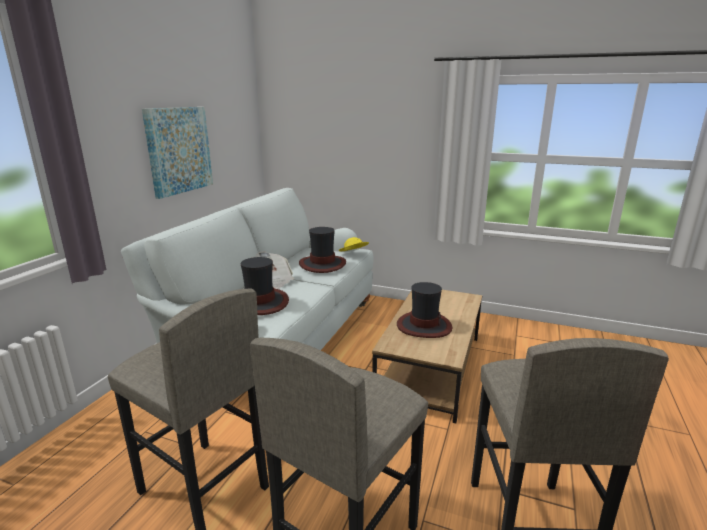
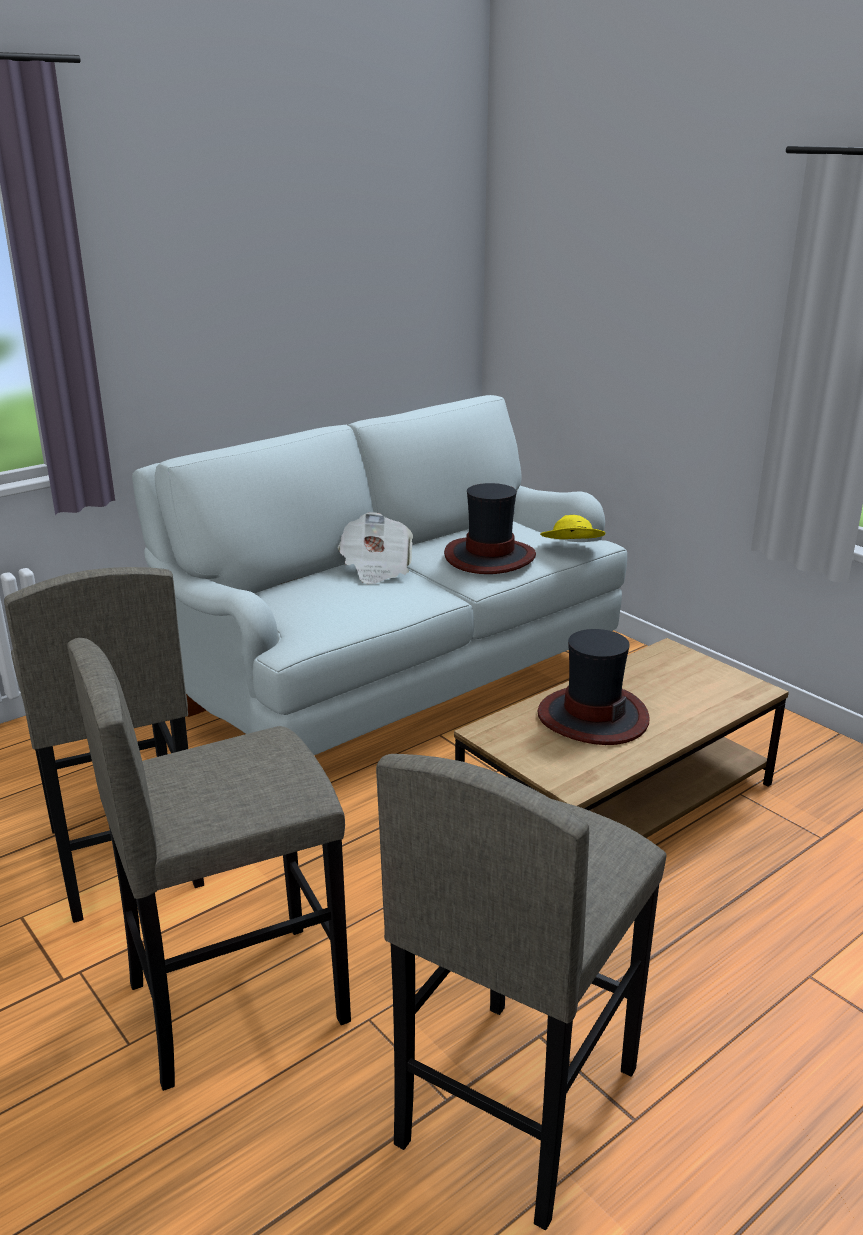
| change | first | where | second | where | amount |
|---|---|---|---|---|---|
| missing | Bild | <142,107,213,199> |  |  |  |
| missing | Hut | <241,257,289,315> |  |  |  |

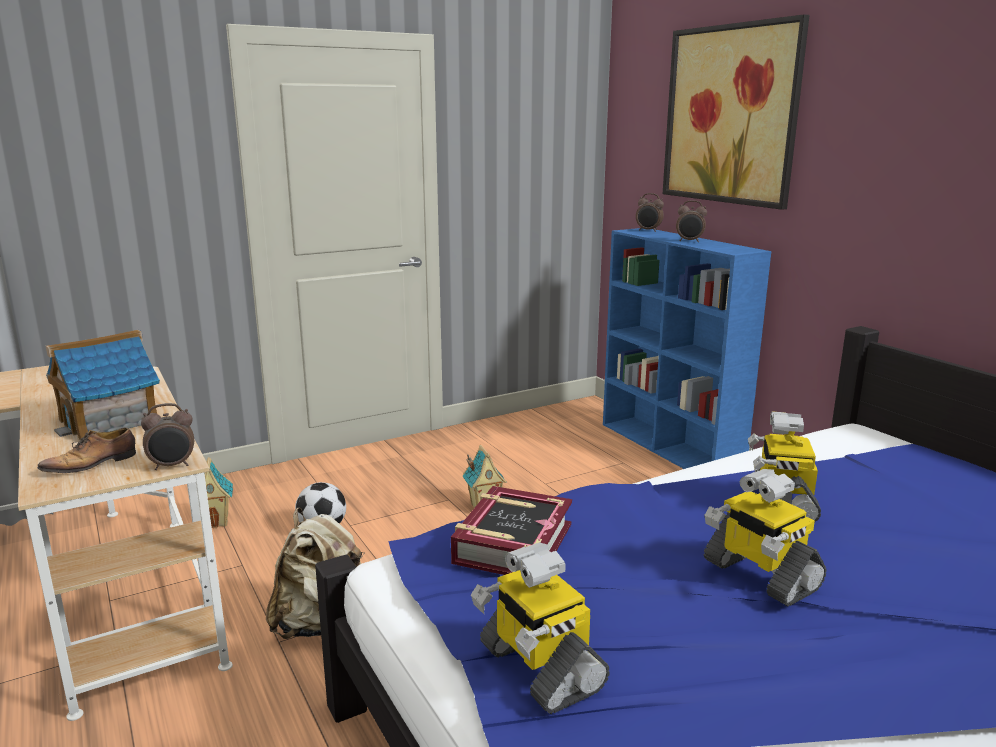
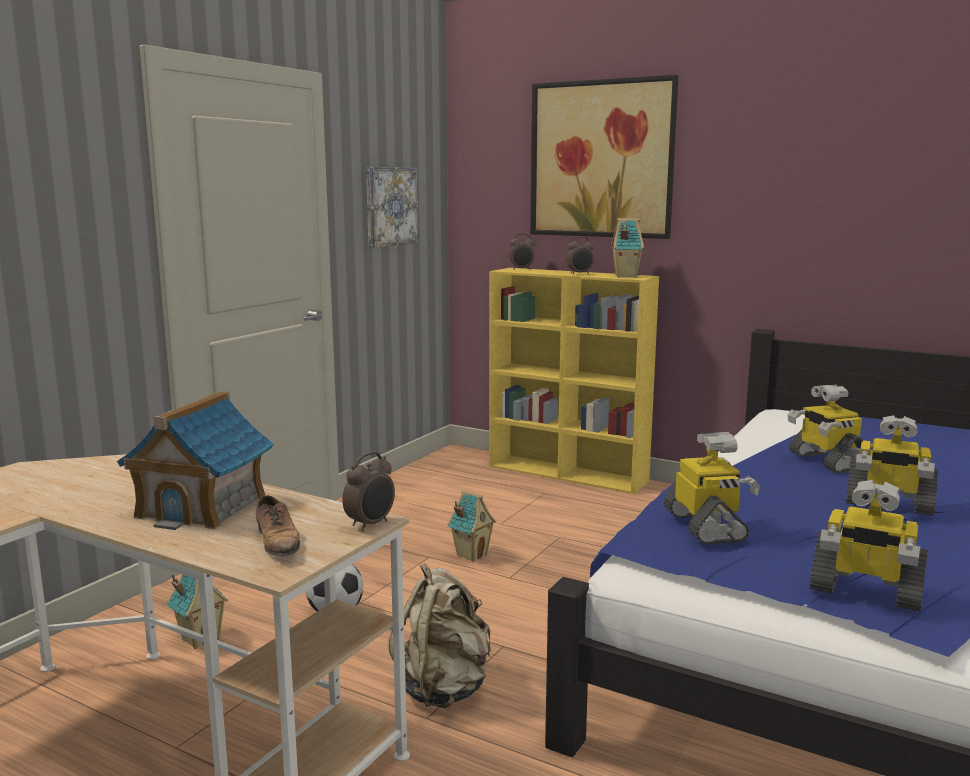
| change | first | where | second | where | amount |
|---|---|---|---|---|---|
| spun | Schuh | <37,428,136,473> |  | <256,495,300,556> | 45 degrees counterclockwise |
| appeared |  |  | Bild | <366,167,419,247> |  |
| colour | Bücherregal (blau) | <603,228,771,469> | Bücherregal (gelb) | <489,268,659,494> |  |
| appeared |  |  | Spielzeughaus | <611,218,644,278> |  |
| exchanged | Buch | <451,486,572,575> | Spielzeugroboter | <664,432,760,544> |  |

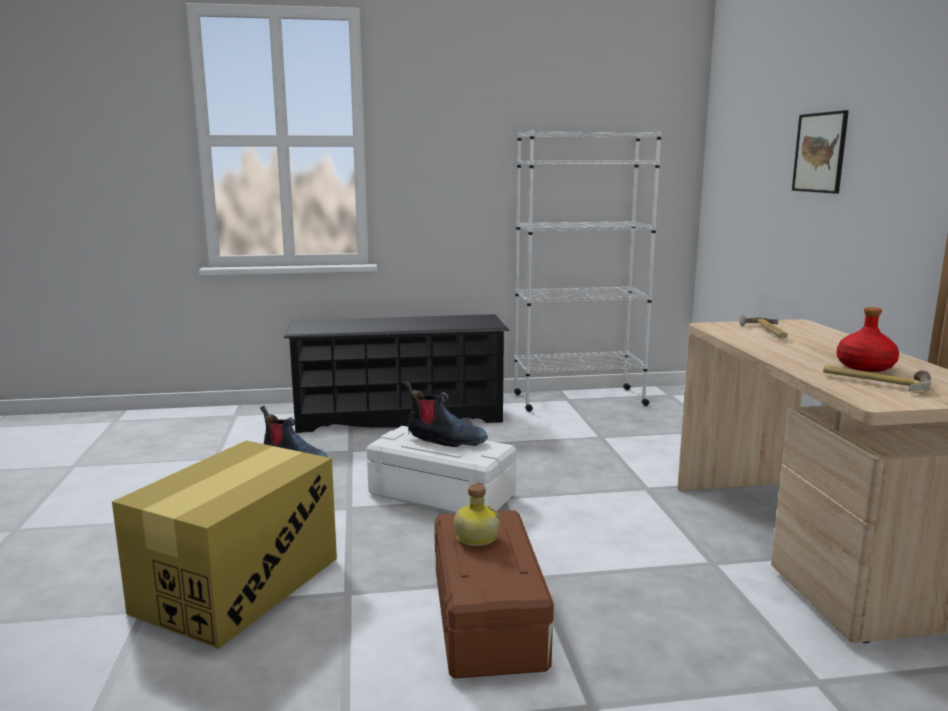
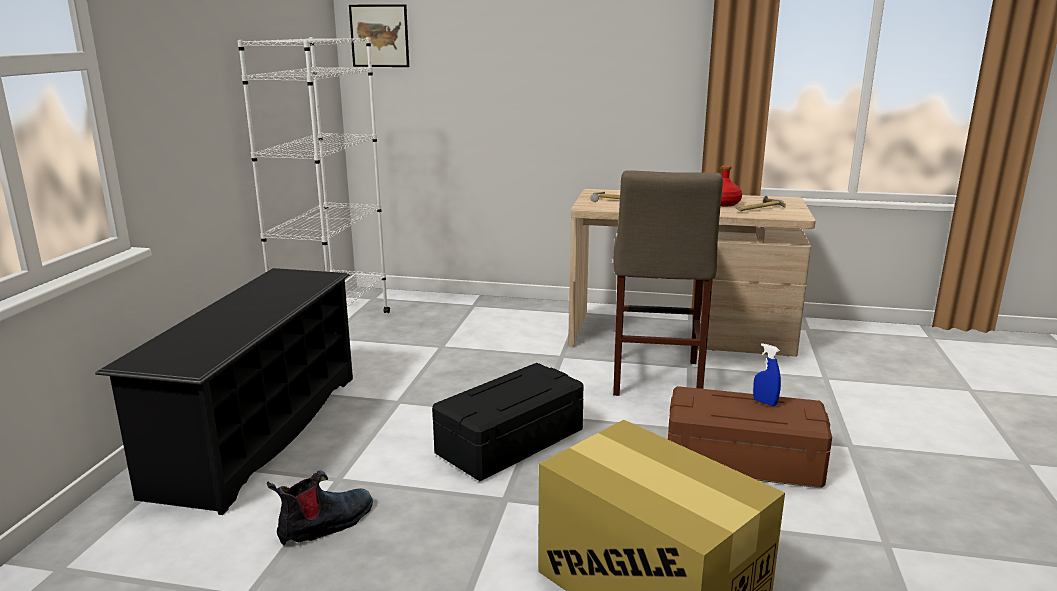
| change | first | where | second | where | amount |
|---|---|---|---|---|---|
| relocated | Bild | <792,110,849,194> |  | <349,4,409,67> |  |
| colour | Aufbewahrungsbox (weiß) | <367,426,516,513> | Aufbewahrungsbox (schwarz) | <432,363,584,481> |  |
| appeared |  |  | Hocker (beige) | <613,170,723,396> |  |
| appeared |  |  | Sprühflasche (blau) | <753,343,781,406> |  |
| missing | Stiefel | <404,381,488,447> |  |  |  |
| missing | Flasche | <454,484,500,546> |  |  |  |

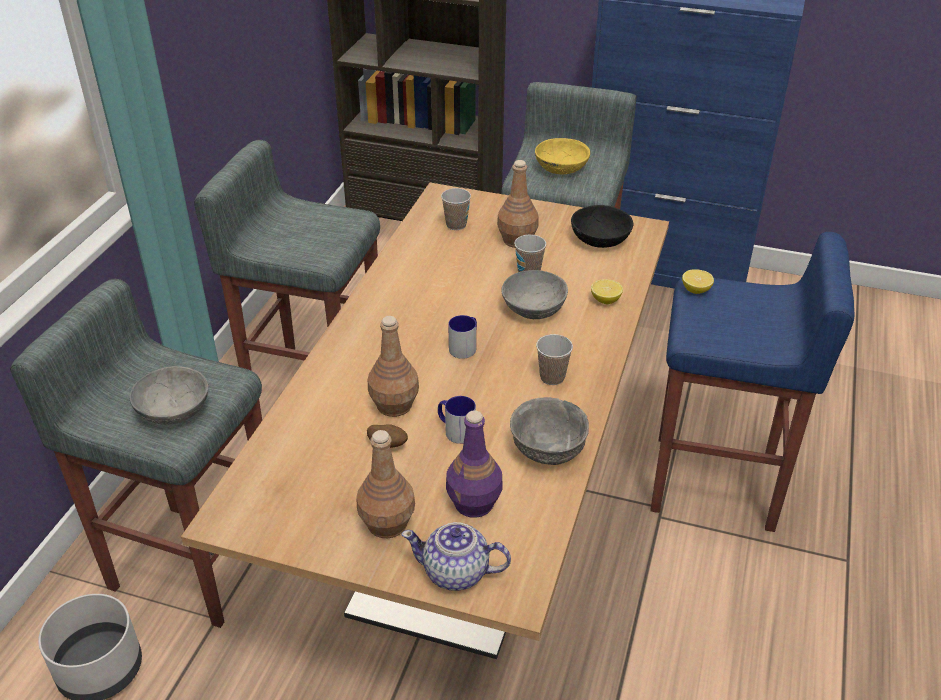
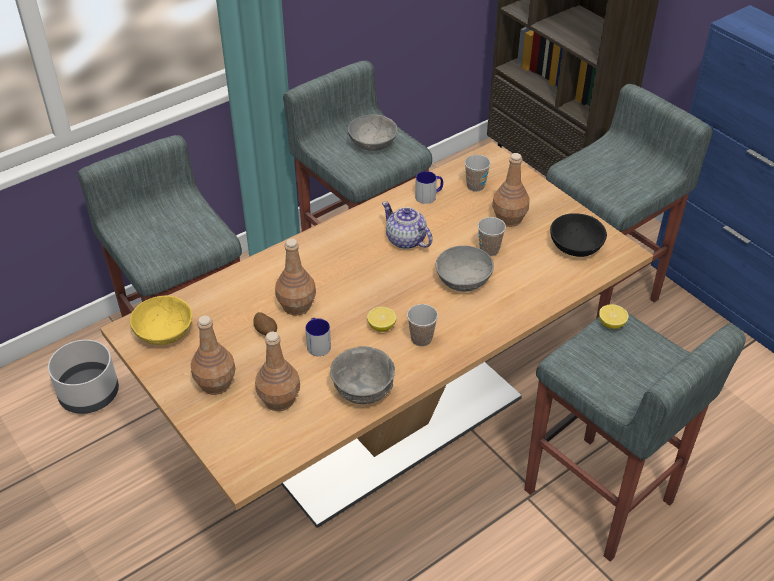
| change | first | where | second | where | amount |
|---|---|---|---|---|---|
| relocated | Schüssel (gelb) | <535,138,590,175> |  | <130,295,192,345> |  |
| colour | Flasche (lila) | <446,410,502,518> | Flasche (braun) | <255,332,300,411> |  |
| relocated | Schüssel (grau) | <129,366,208,425> |  | <348,115,398,151> |  |
| relocated | Zitrone | <591,279,623,304> |  | <367,307,397,332> |  |
| relocated | Teekanne | <401,522,511,591> |  | <382,201,432,249> |  |
| relocated | Henkelbecher | <448,315,477,359> |  | <415,171,443,204> |  |
| colour | Hocker (blau) | <650,232,854,532> | Hocker (grau) | <524,313,746,562> |  |

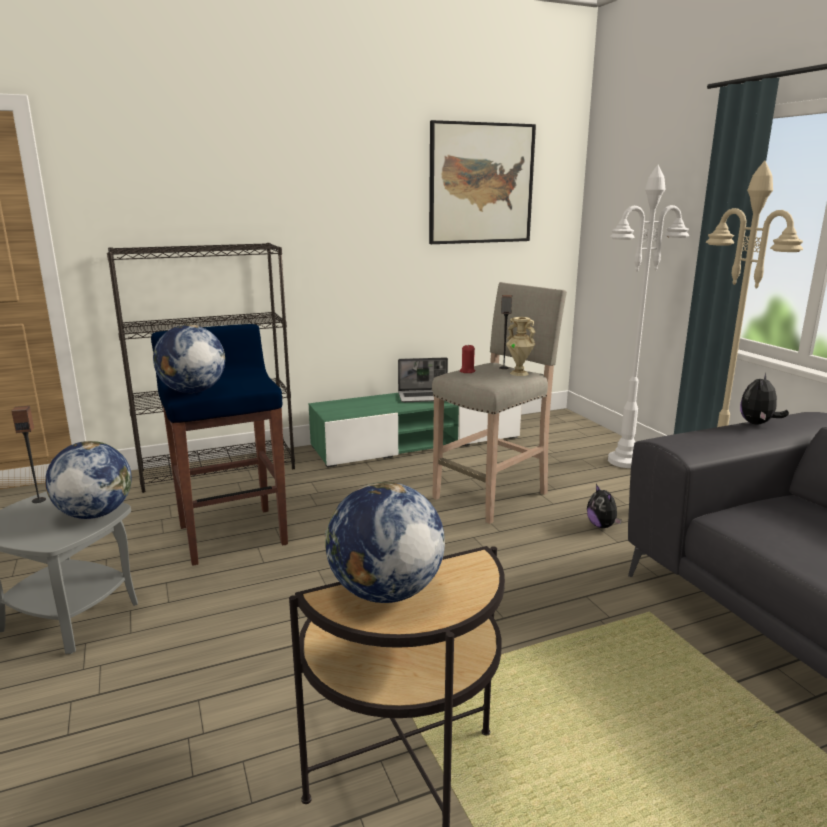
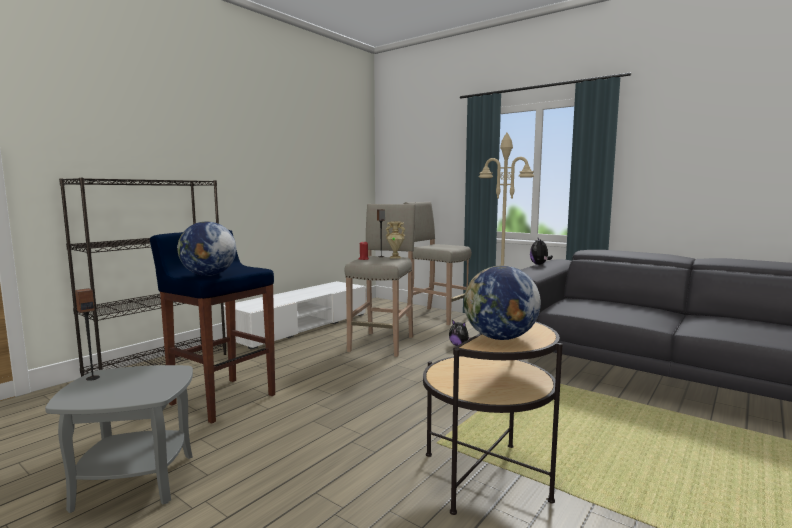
| change | first | where | second | where | amount |
|---|---|---|---|---|---|
| colour | Fernsehschrank (grün) | <308,393,522,468> | Fernsehschrank (weiß) | <224,281,366,350> |  |
| exchanged | Stehlampe (weiß) | <608,165,689,468> | Hocker (beige) | <403,202,472,325> |  |
| missing | Globus | <45,441,132,519> |  |  |  |
| missing | Laptop | <398,357,448,402> |  |  |  |
| missing | Bild | <429,120,536,244> |  |  |  |

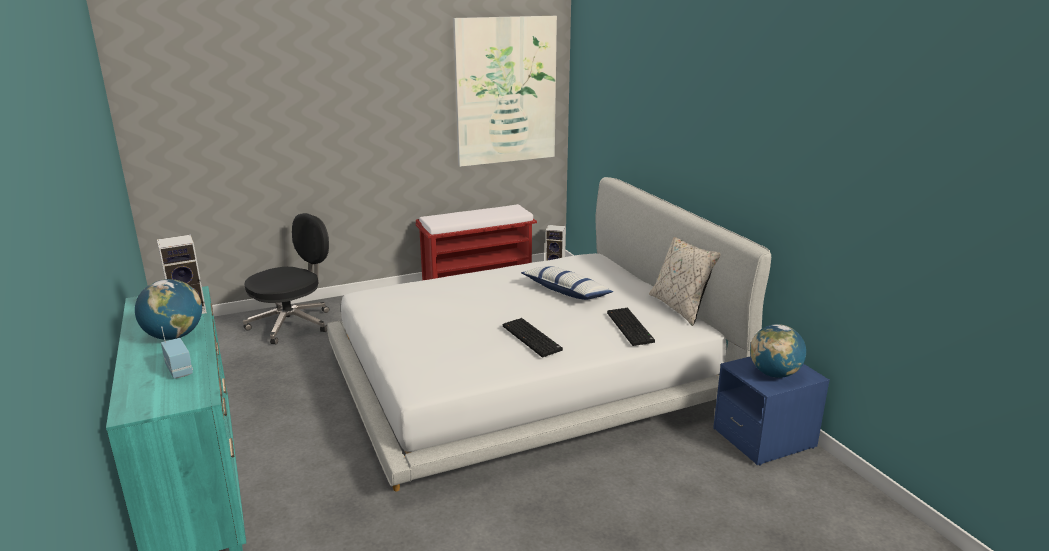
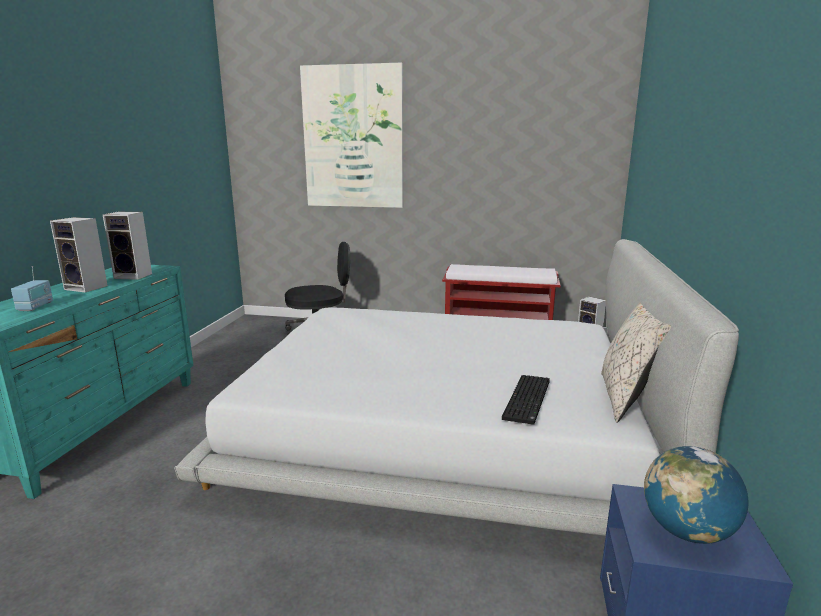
| change | first | where | second | where | amount |
|---|---|---|---|---|---|
| exchanged | Globus | <135,279,202,340> | Lautsprecher | <50,217,108,292> |  |
| relocated | Bild | <453,16,557,167> |  | <300,63,403,208> |  |
| missing | Tastatur | <503,318,563,357> |  |  |  |
| missing | Kissen | <521,266,613,300> |  |  |  |

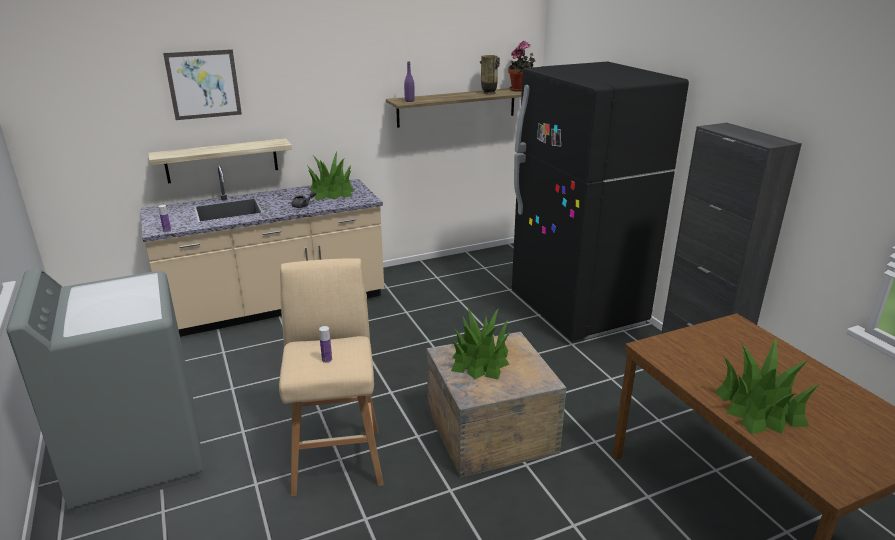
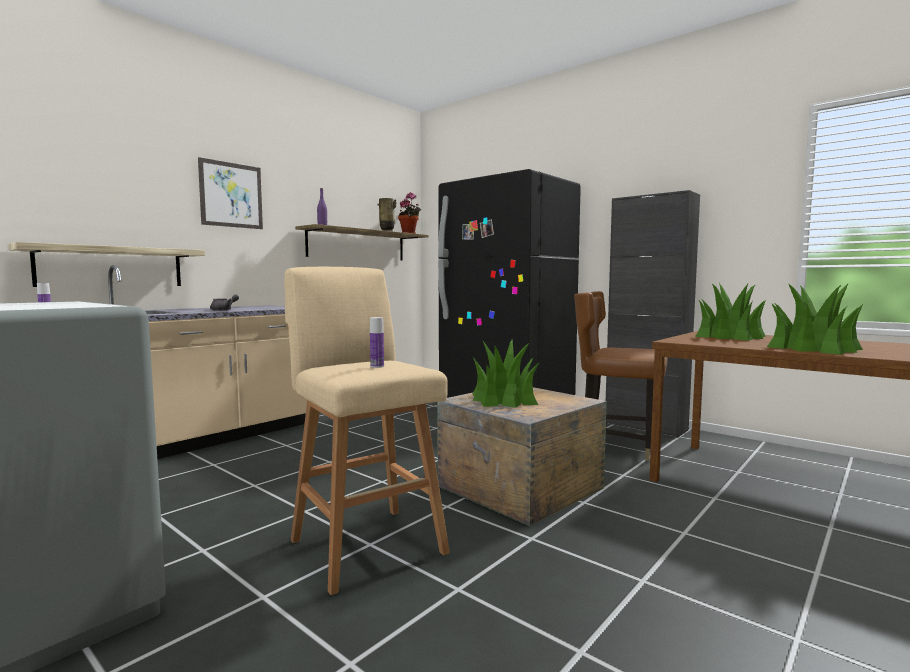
| change | first | where | second | where | amount |
|---|---|---|---|---|---|
| relocated | Bild | <163,49,242,120> |  | <198,157,263,229> |  |
| appeared |  |  | Stuhl (braun) | <574,291,668,461> |  |
| relocated | Topfpflanze | <308,152,354,200> |  | <695,283,766,341> |  |

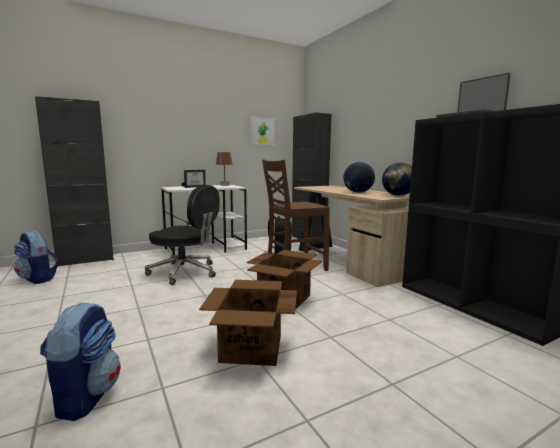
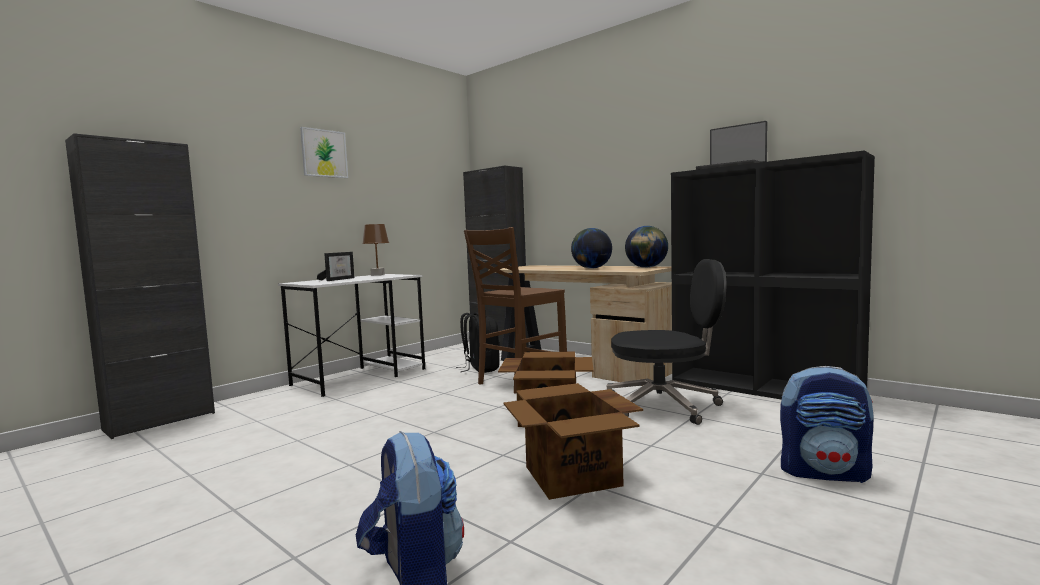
| change | first | where | second | where | amount |
|---|---|---|---|---|---|
| relocated | Bild | <250,117,275,145> |  | <300,127,348,178> |  |
| relocated | Bürostuhl (schwarz) | <145,185,220,285> |  | <607,259,726,425> |  |
| relocated | Rucksack | <14,231,59,284> |  | <780,366,874,483> |  |

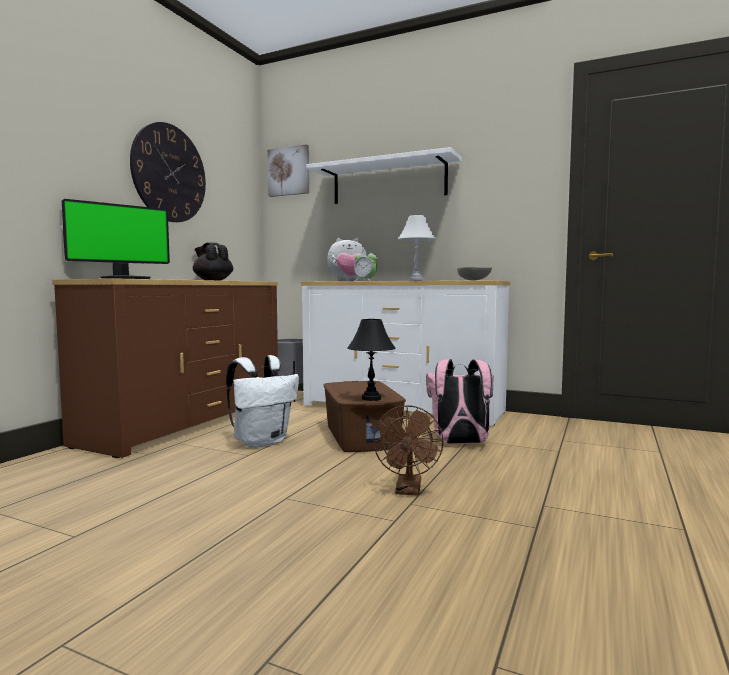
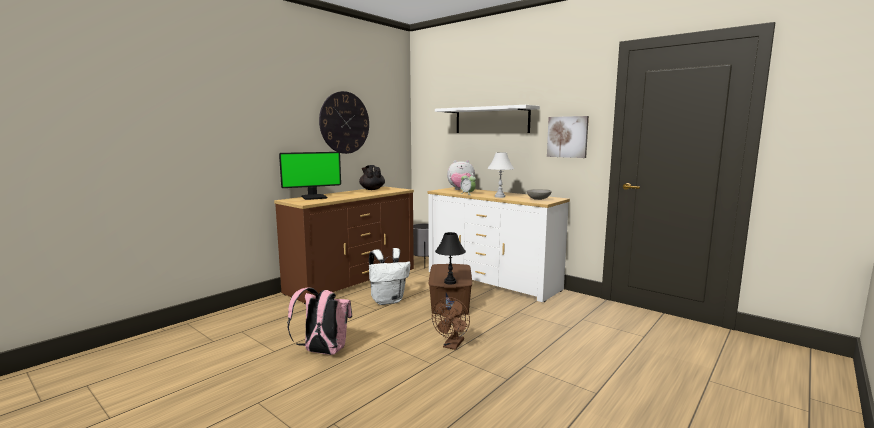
| change | first | where | second | where | amount |
|---|---|---|---|---|---|
| relocated | Rucksack (rosa) | <426,359,494,444> |  | <287,287,352,355> |  |
| relocated | Bild | <268,144,309,197> |  | <547,116,589,158> |  |

